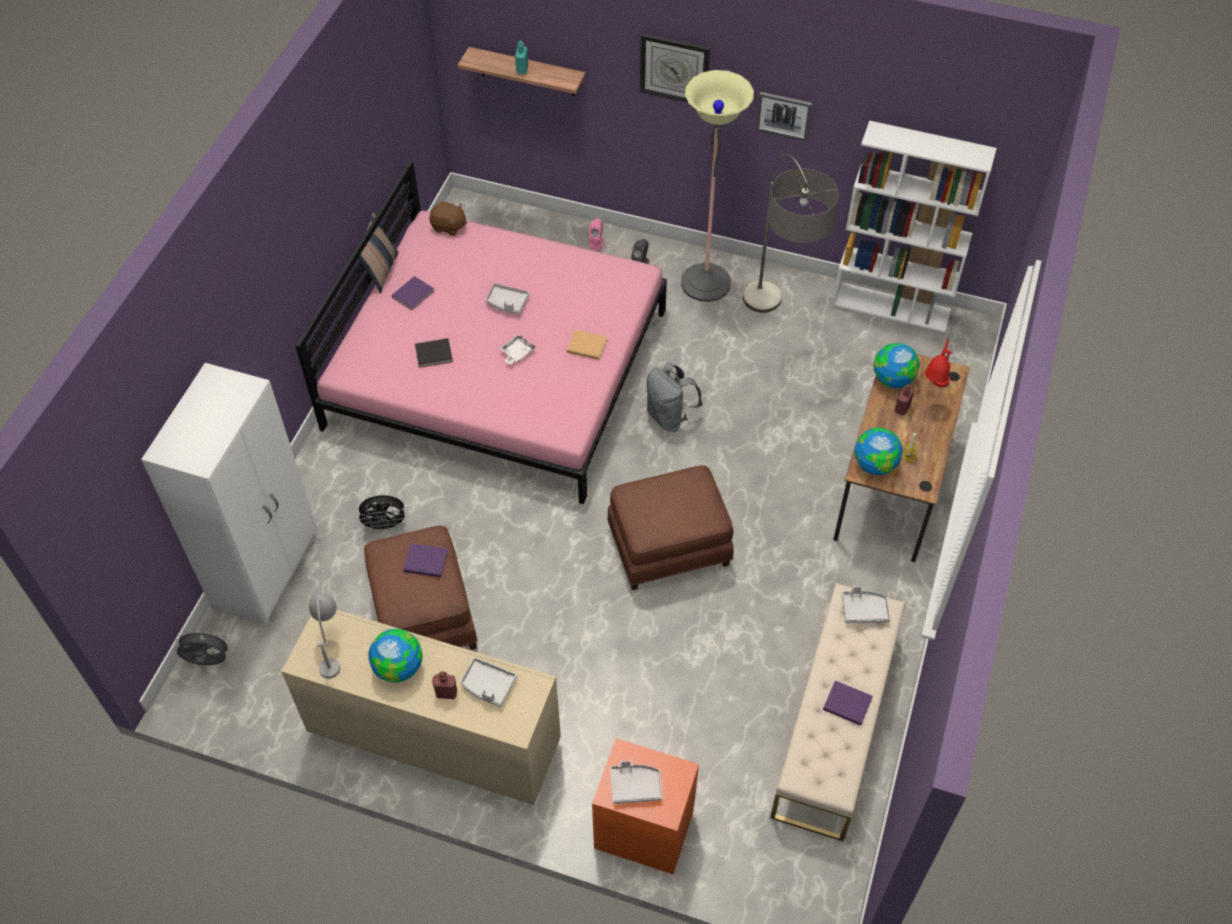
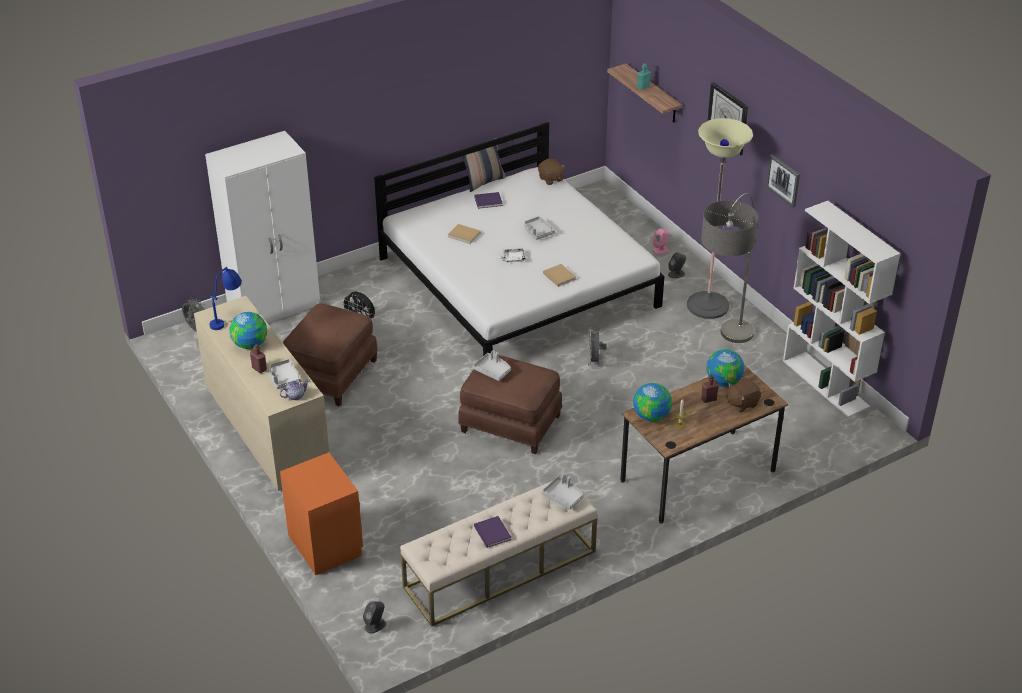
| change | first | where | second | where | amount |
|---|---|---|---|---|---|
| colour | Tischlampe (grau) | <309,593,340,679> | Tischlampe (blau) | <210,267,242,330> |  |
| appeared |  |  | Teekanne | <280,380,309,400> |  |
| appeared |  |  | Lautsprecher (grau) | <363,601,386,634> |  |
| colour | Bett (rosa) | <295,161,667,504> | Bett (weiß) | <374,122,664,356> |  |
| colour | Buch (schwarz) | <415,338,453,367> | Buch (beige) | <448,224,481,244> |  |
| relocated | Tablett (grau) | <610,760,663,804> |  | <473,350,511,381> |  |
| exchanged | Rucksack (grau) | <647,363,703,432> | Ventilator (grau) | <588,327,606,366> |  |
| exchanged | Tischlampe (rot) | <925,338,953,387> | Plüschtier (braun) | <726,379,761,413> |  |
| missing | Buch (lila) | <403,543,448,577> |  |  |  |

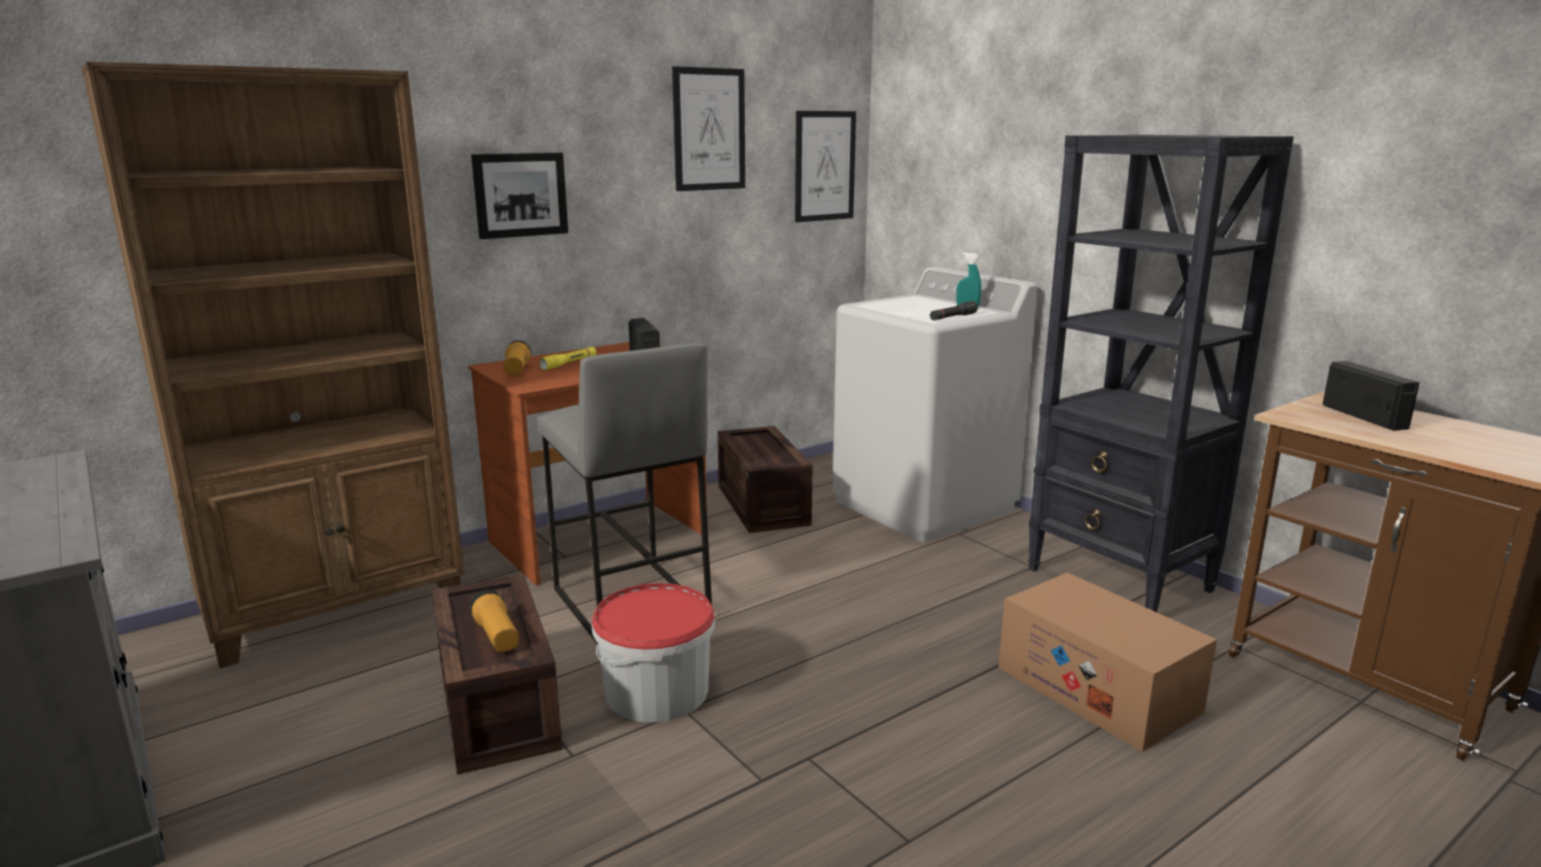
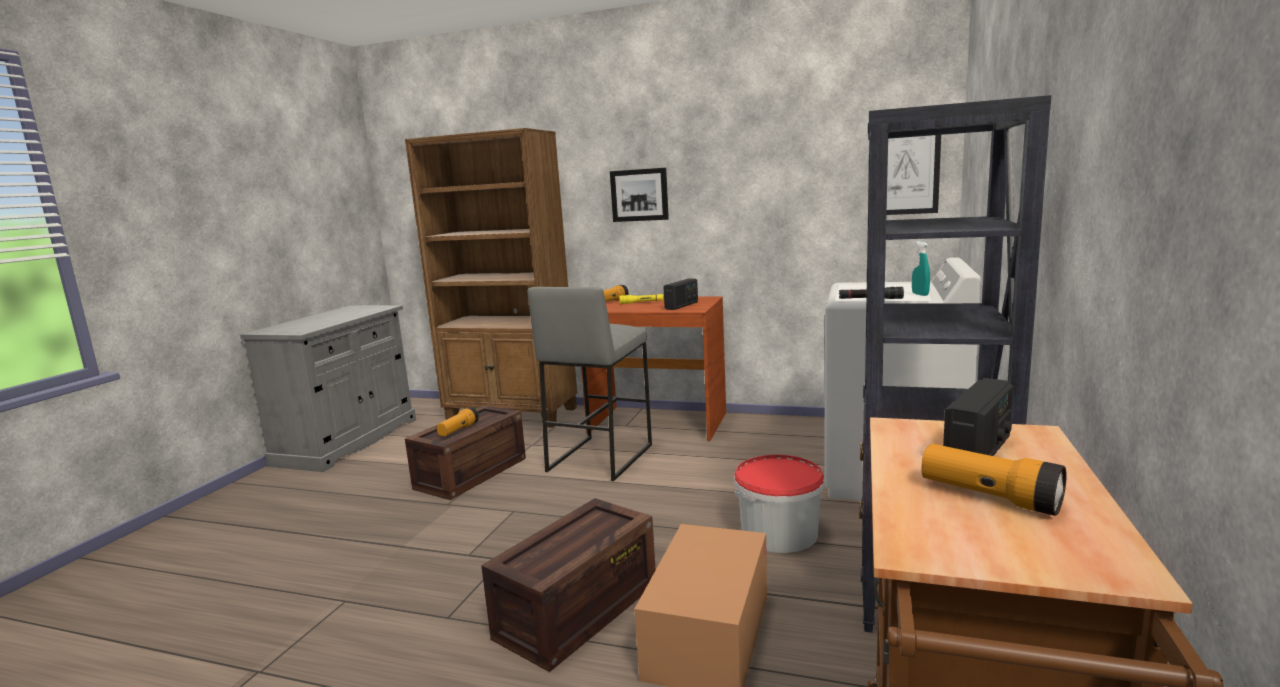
| change | first | where | second | where | amount |
|---|---|---|---|---|---|
| relocated | Kiste | <718,426,813,533> |  | <481,498,655,672> |  |
| relocated | Eimer | <592,583,715,722> |  | <734,455,825,553> |  |
| appeared |  |  | Taschenlampe | <922,444,1067,516> |  |
| missing | Bild | <672,66,745,191> |  |  |  |

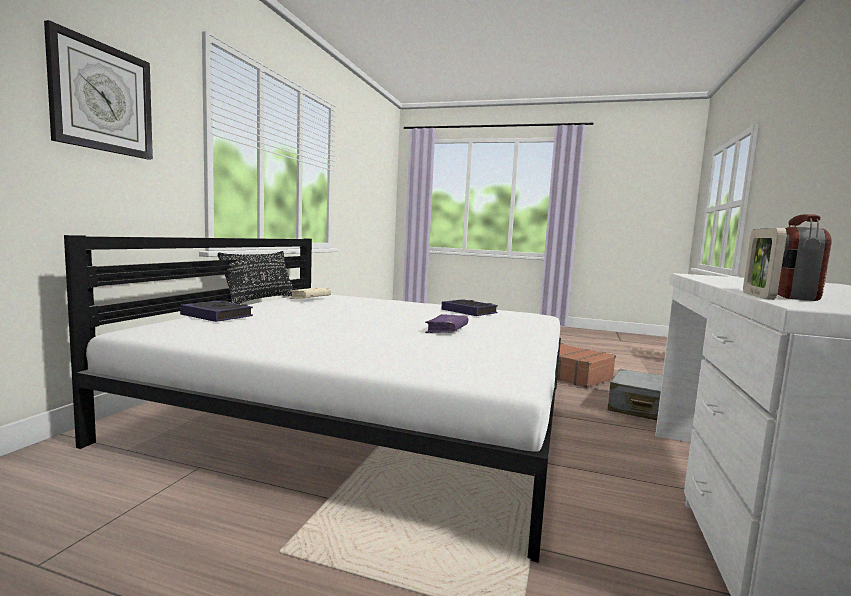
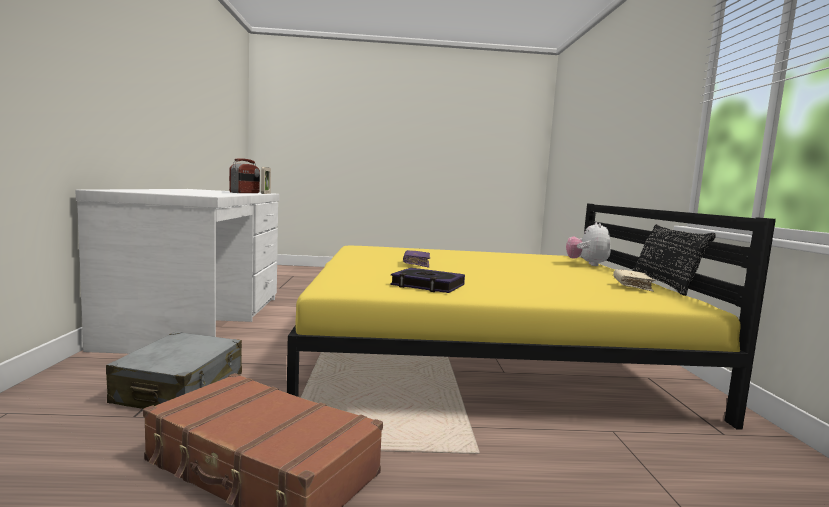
| change | first | where | second | where | amount |
|---|---|---|---|---|---|
| colour | Bett (weiß) | <64,235,561,563> | Bett (gelb) | <287,204,776,430> |  |
| exchanged | Buch | <180,301,253,322> | Plüschtier | <566,222,610,266> |  |
| missing | Wanduhr | <44,20,153,160> |  |  |  |

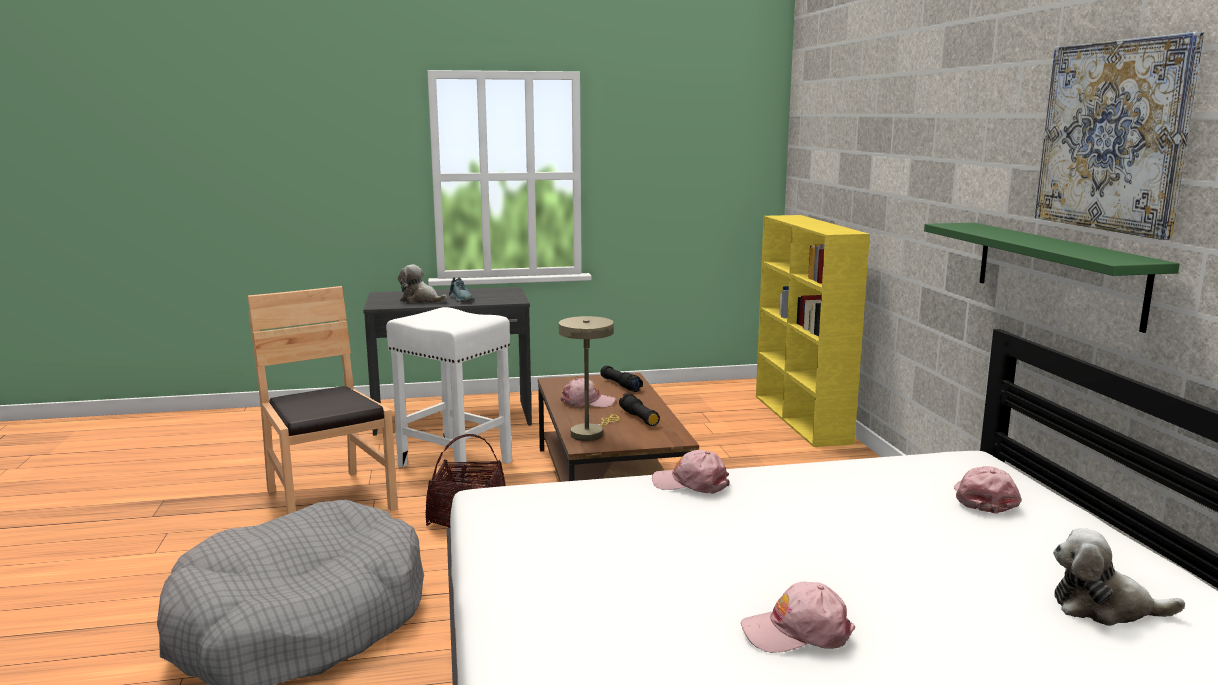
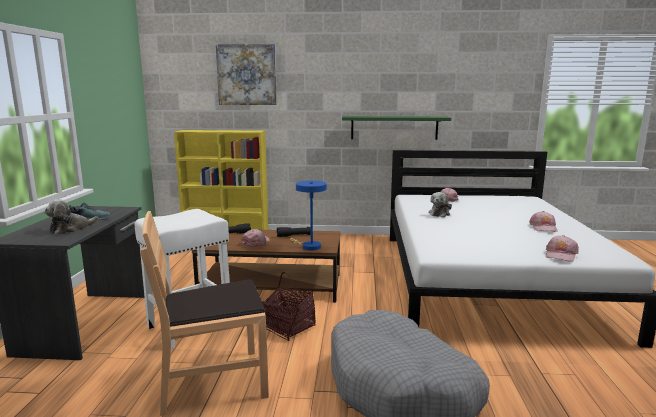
| change | first | where | second | where | amount |
|---|---|---|---|---|---|
| relocated | Bild | <1035,32,1204,240> |  | <216,44,277,105> |  |
| colour | Tischlampe (beige) | <559,316,619,441> | Tischlampe (blau) | <290,180,327,251> |  |
| relocated | Plüschtier | <1053,528,1185,626> |  | <429,192,452,217> |  |
| relocated | Kappe (rosa) | <652,450,729,494> |  | <546,235,579,262> |  |

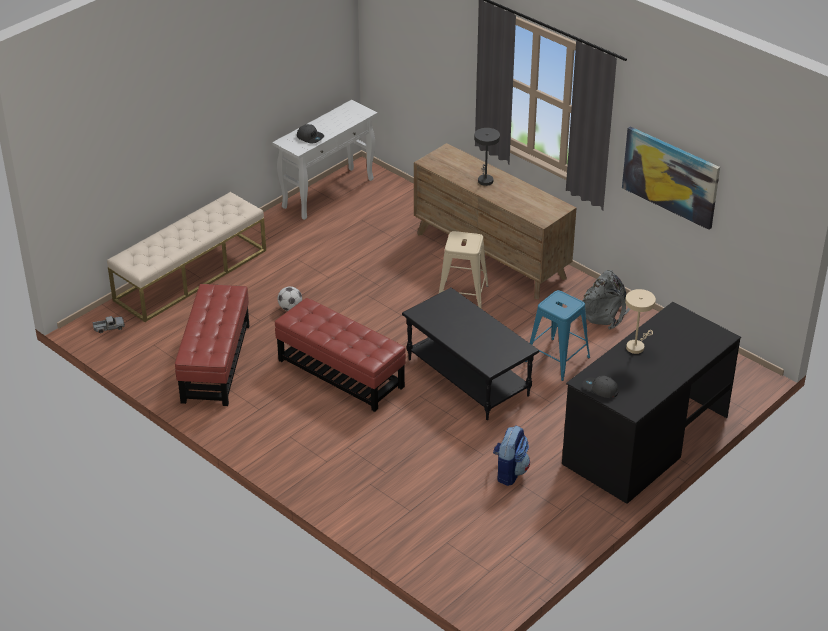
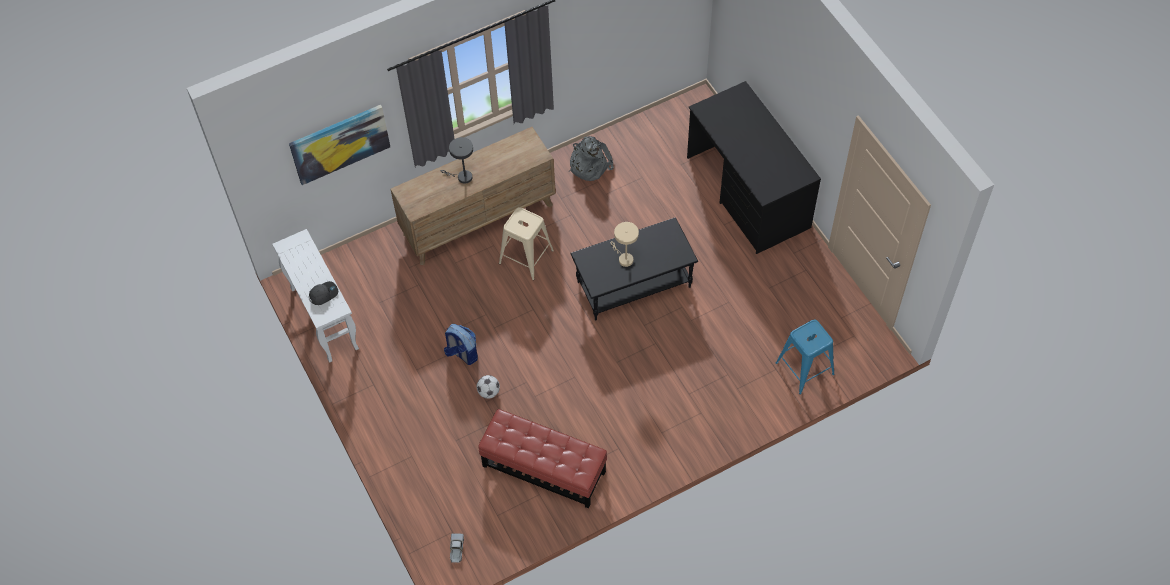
| change | first | where | second | where | amount |
|---|---|---|---|---|---|
| relocated | Bild | <622,126,720,230> |  | <289,105,390,185> |  |
| relocated | Rucksack | <493,426,530,486> |  | <444,324,478,365> |  |
| relocated | Tischlampe (beige) | <625,289,656,354> |  | <610,222,639,267> |  |
| relocated | Hocker (blau) | <525,290,590,381> |  | <776,319,835,394> |  |
| missing | Bank (beige) | <107,192,266,322> |  |  |  |
| missing | Polsterhocker (rot) | <275,298,406,412> |  |  |  |
| missing | Kappe (grau) | <582,376,618,398> |  |  |  |

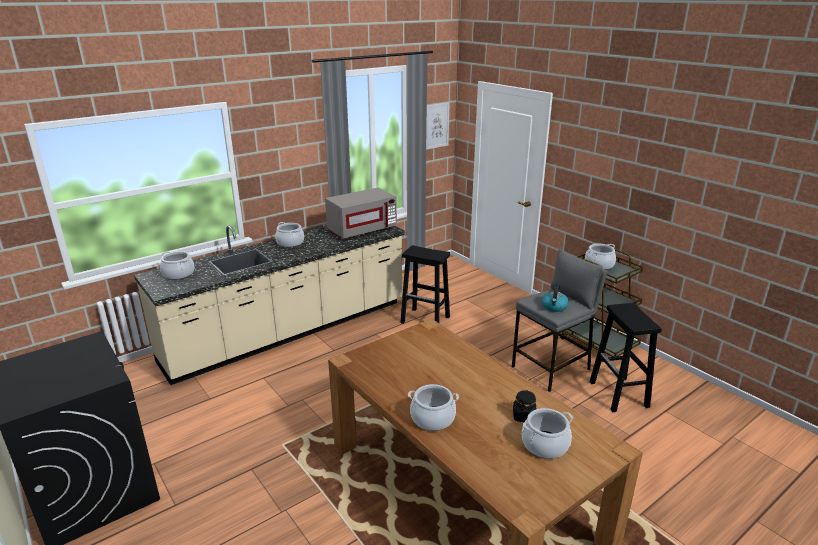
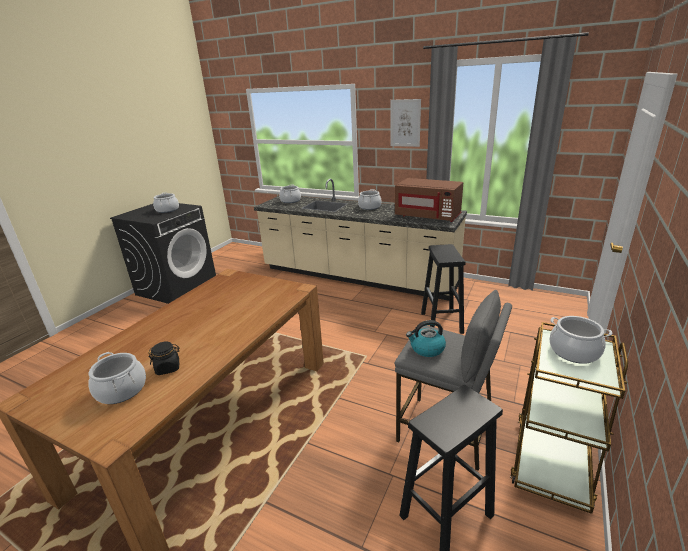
| change | first | where | second | where | amount |
|---|---|---|---|---|---|
| relocated | Kochtopf | <408,384,459,431> |  | <153,192,179,213> |  |
| relocated | Bild | <426,102,450,150> |  | <391,99,421,147> |  |
| colour | Mikrowelle (grau) | <325,188,397,239> | Mikrowelle (braun) | <395,178,463,222> |  |

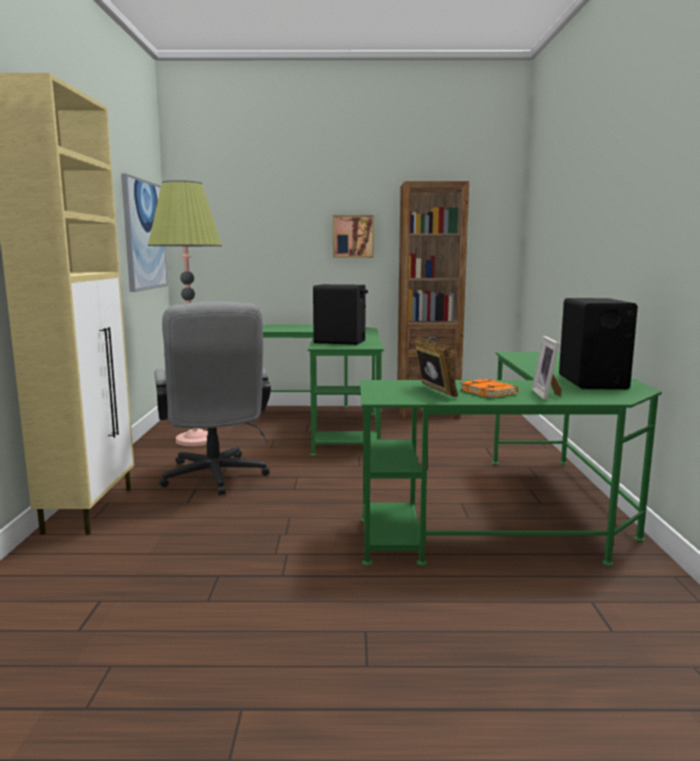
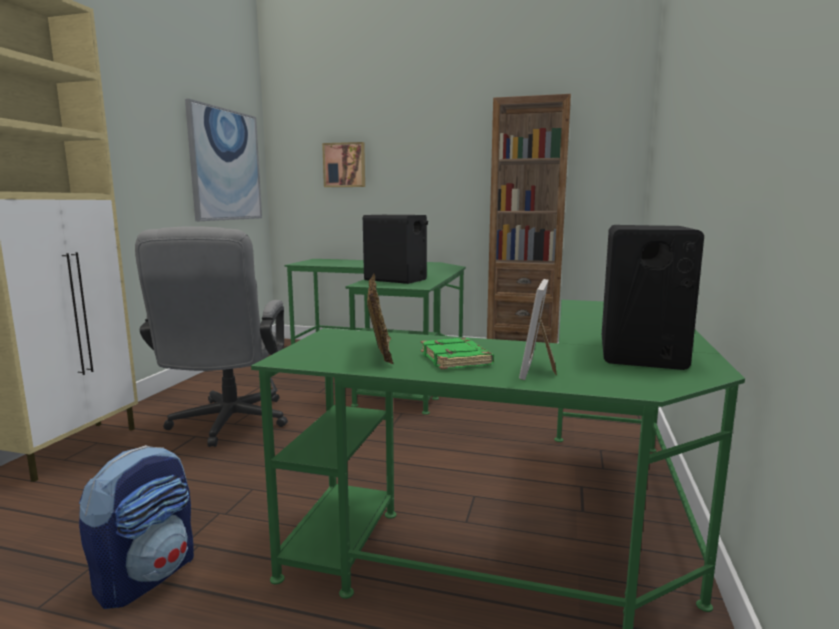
| change | first | where | second | where | amount |
|---|---|---|---|---|---|
| appeared |  |  | Rucksack | <79,445,194,609> |  |
| relocated | Bild | <333,215,374,258> |  | <322,142,365,187> |  |
| colour | Buch (orange) | <460,379,518,398> | Buch (grün) | <421,338,494,369> |  |
| missing | Stehlampe | <148,180,222,446> |  |  |  |

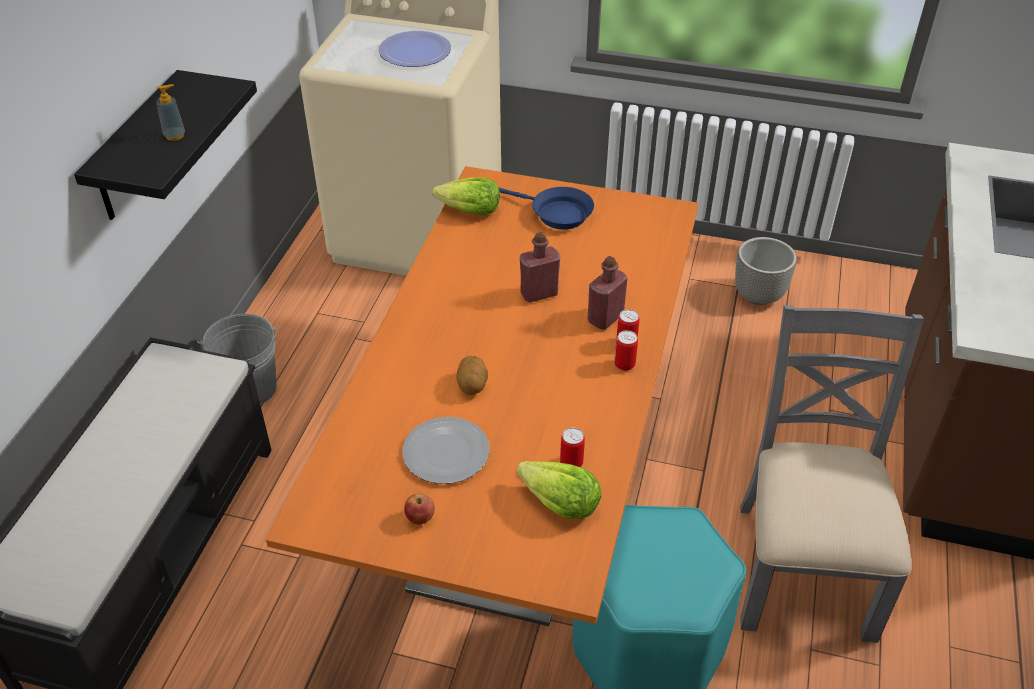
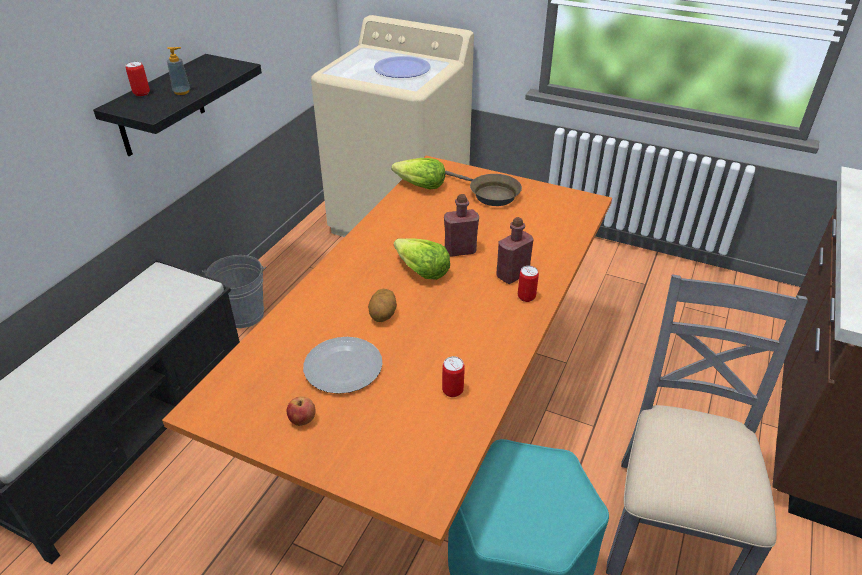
| change | first | where | second | where | amount |
|---|---|---|---|---|---|
| relocated | Dose | <614,330,638,371> |  | <126,61,150,96> |  |
| relocated | Salatkopf | <516,461,601,519> |  | <394,238,450,280> |  |
| colour | Pfanne (blau) | <499,187,594,230> | Pfanne (braun) | <445,171,522,206> |  |
| missing | Pflanzkübel | <735,237,797,305> |  |  |  |

